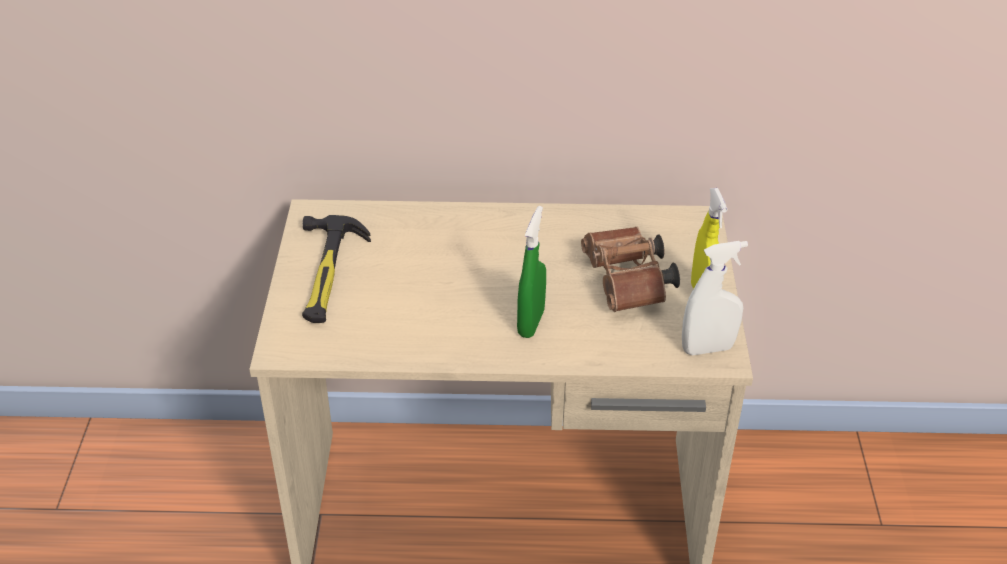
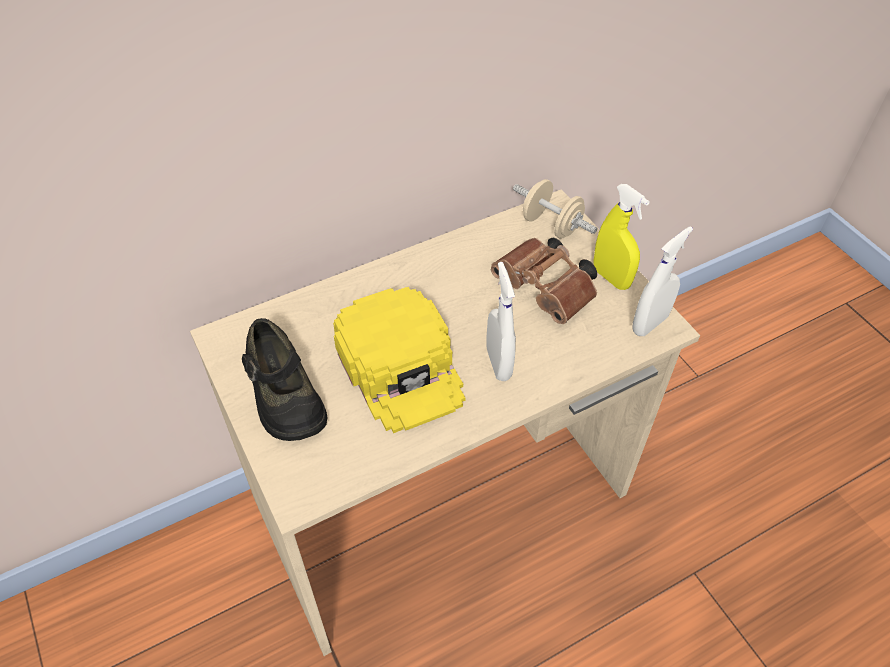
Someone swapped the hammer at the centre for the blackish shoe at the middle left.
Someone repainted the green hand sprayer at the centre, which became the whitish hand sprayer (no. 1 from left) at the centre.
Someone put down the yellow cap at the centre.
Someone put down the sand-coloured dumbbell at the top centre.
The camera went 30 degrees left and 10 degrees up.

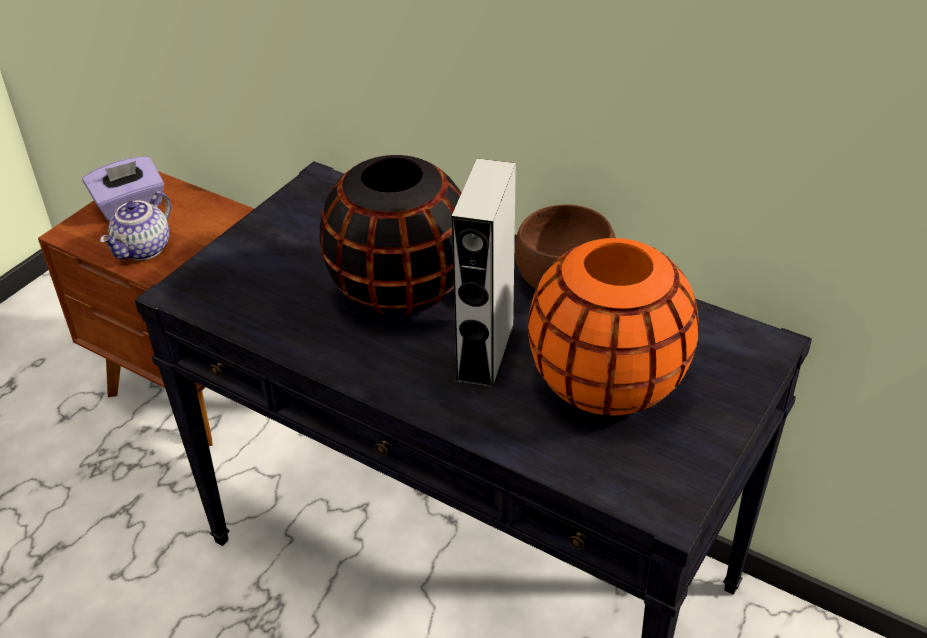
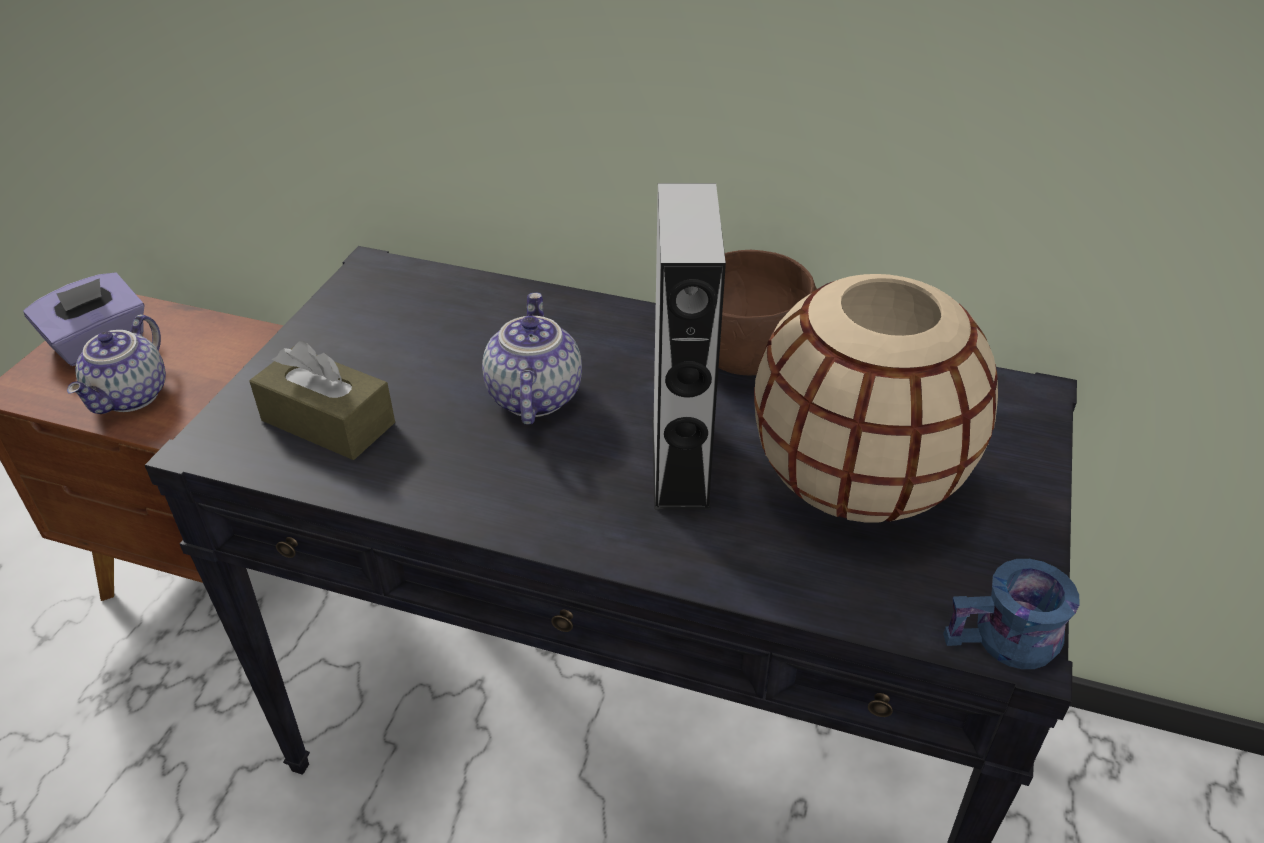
Someone swapped the blackish vase at the centre for the tea pot (no. 2 from left) at the centre.
Someone repainted the orange-coloured vase at the centre, which became the sand-coloured vase at the middle right.
Someone put down the brown-coloured tissue holder at the middle left.
Someone put down the bluish mug at the bottom right.
The camera went 15 degrees left and 0 degrees up.

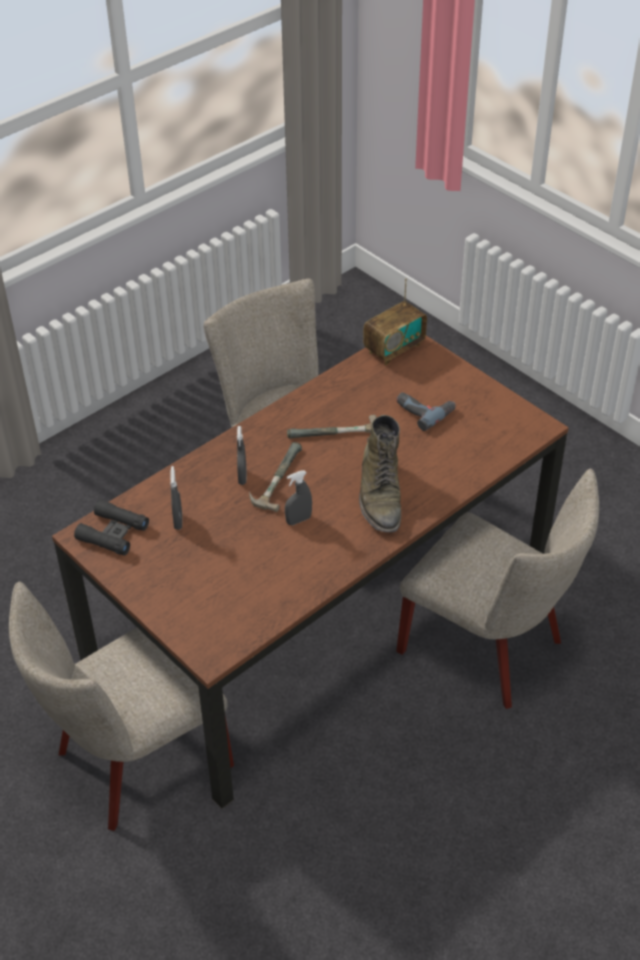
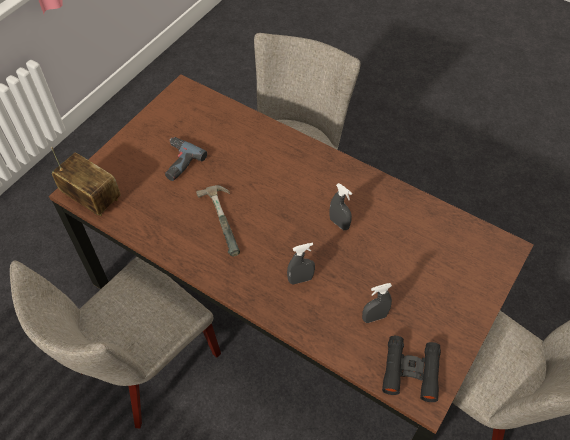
Someone took away the hammer (no. 1 from left) at the centre.
Someone took away the green high-top boot at the centre.
The camera went 105 degrees left and 10 degrees up.

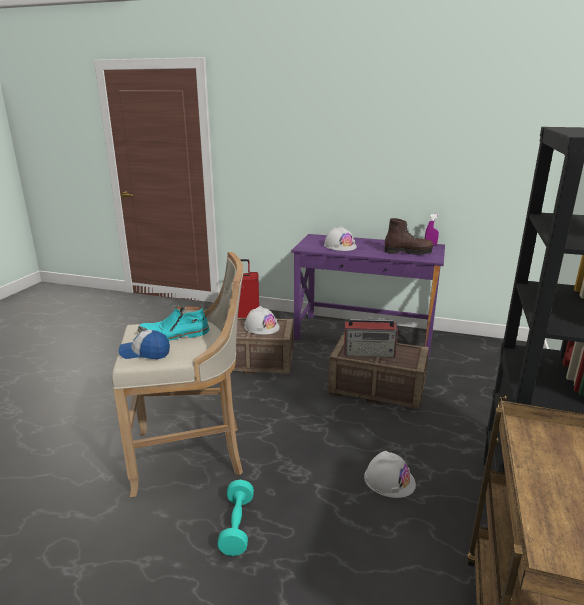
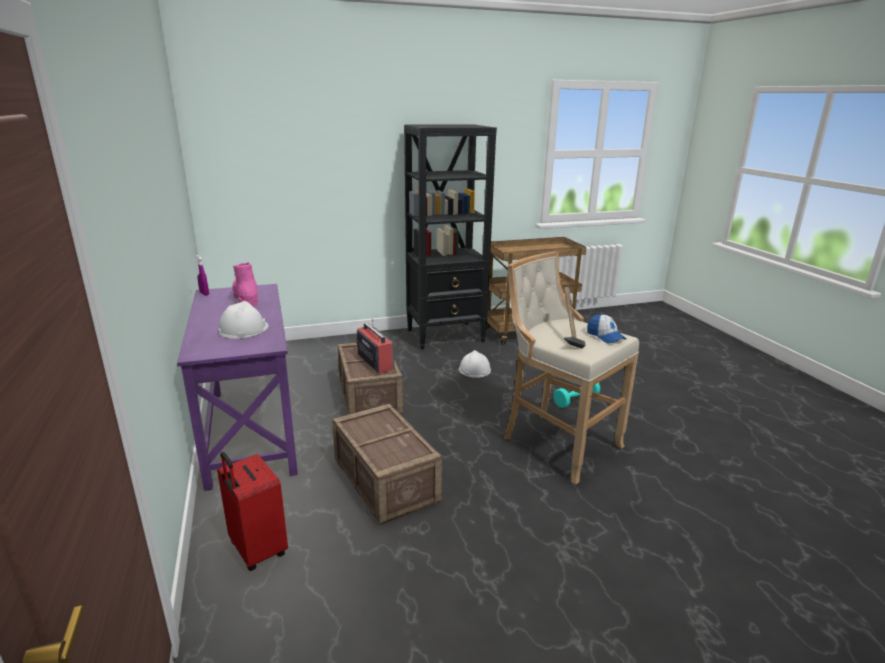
Someone swapped the turquoise-coloured high-top boot at the middle left for the hammer at the centre.
Someone took away the whitish hard hat (no. 1 from left) at the centre.
Someone repainted the brown-coloured high-top boot at the middle right, which became the pinkish high-top boot at the middle left.
The camera went 125 degrees left and 0 degrees up.

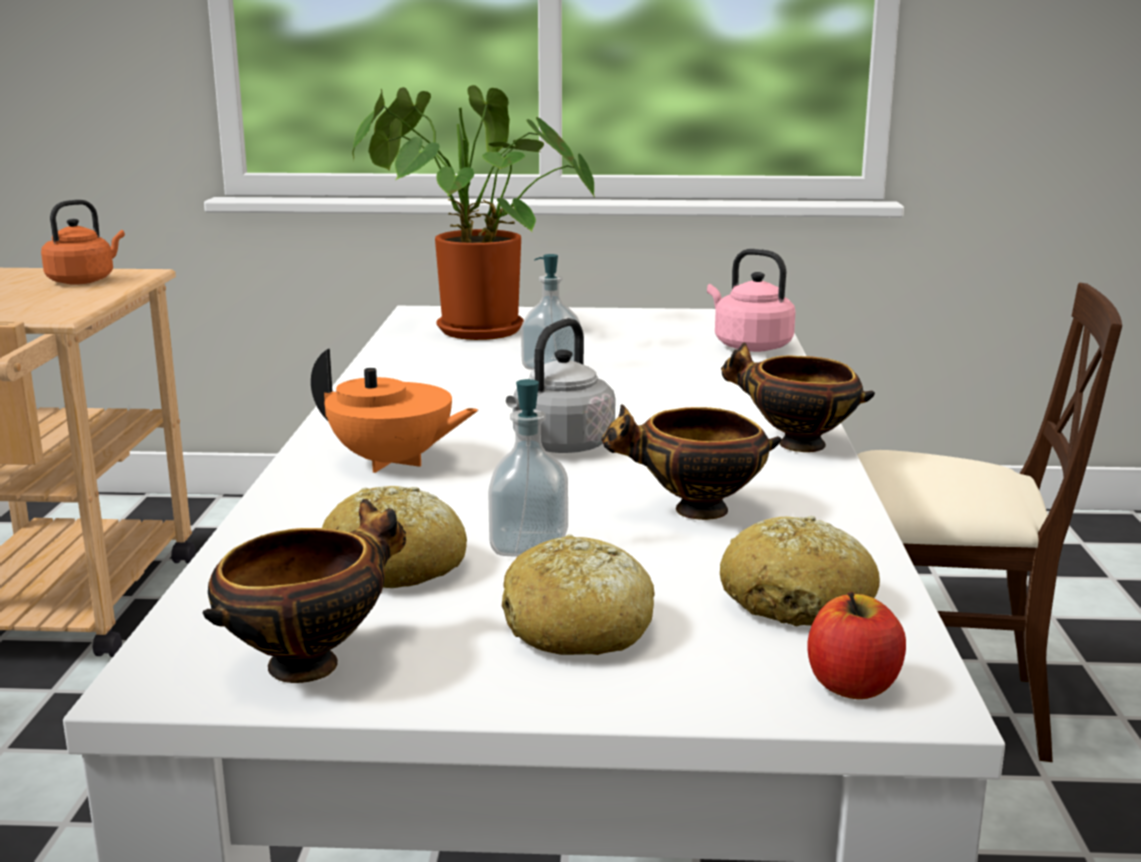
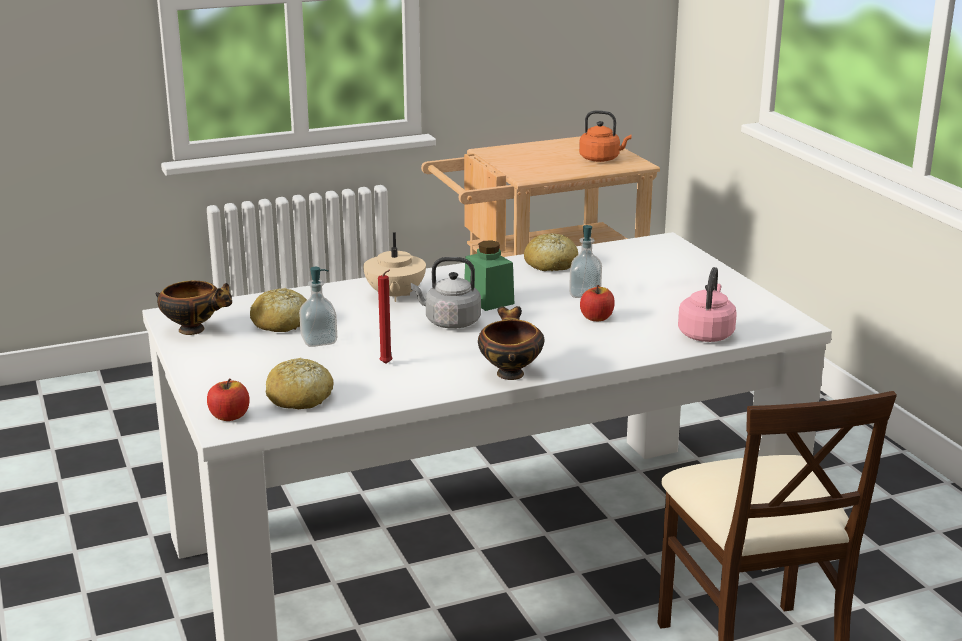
Someone repainted the orange-coloured tea pot at the centre, which became the sand-coloured tea pot at the centre.
Someone took away the plant in a pot at the top centre.
Someone carried the baked bread (no. 2 from left in the first image) from the bottom centre to the centre.
Someone swapped the deep dish (no. 2 from left) at the centre for the red-coloured wax candle at the centre.
Someone put down the green jar at the centre.
Someone put down the apple (no. 2 from left) at the centre.
The camera went 65 degrees right and 5 degrees up.

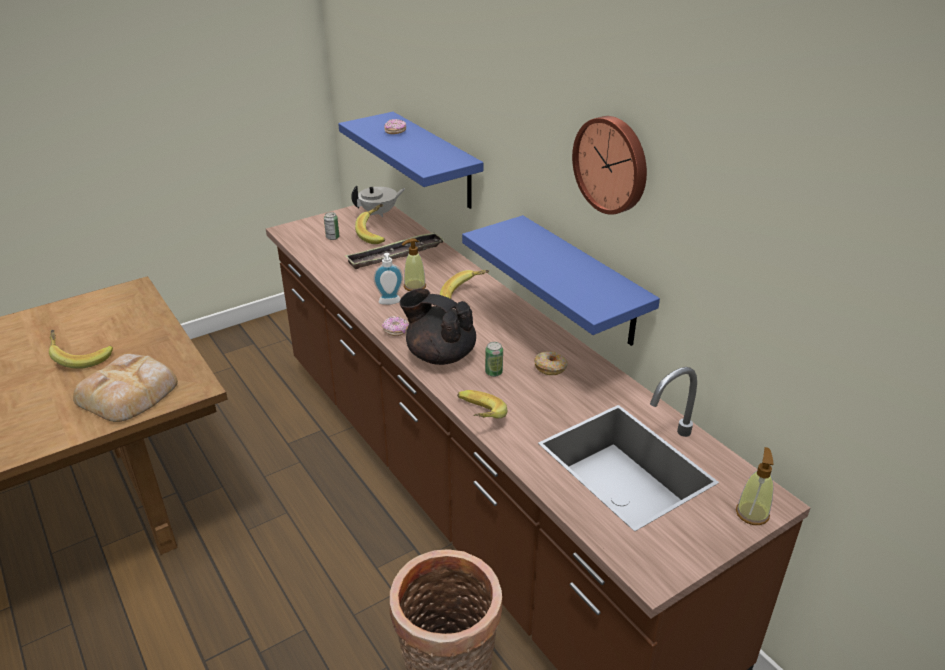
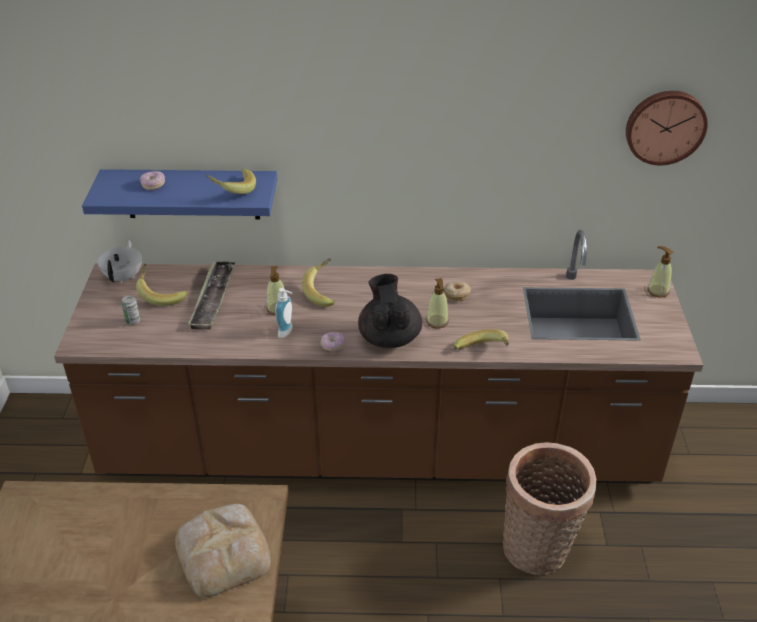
Someone carried the whole banana (no. 1 from left in the first image) from the middle left to the top left.
Someone rotated the blackish tea pot at the centre by 105 degrees clockwise.
Someone took away the bluish shelf (no. 2 from left) at the centre.
Someone swapped the can (no. 2 from left) at the centre for the soap bottle (no. 3 from left) at the centre.
Someone carried the hanging clock from the top centre to the top right.
The camera went 55 degrees left and 5 degrees up.

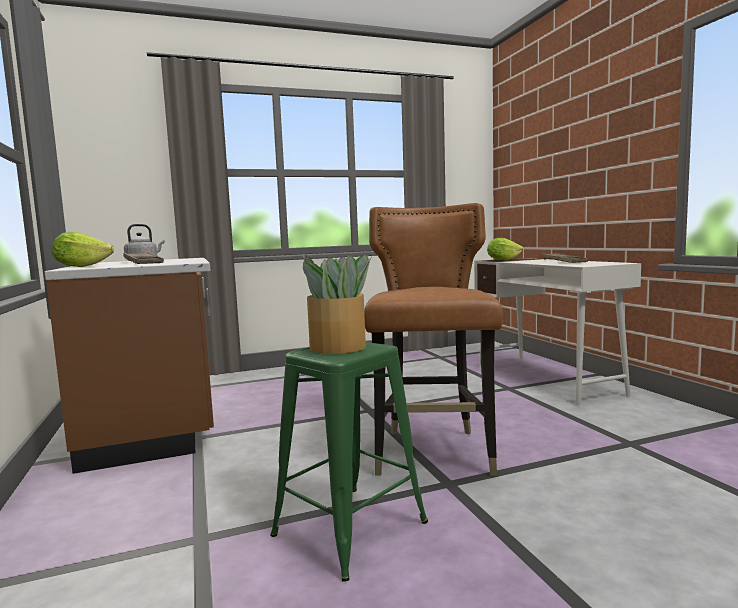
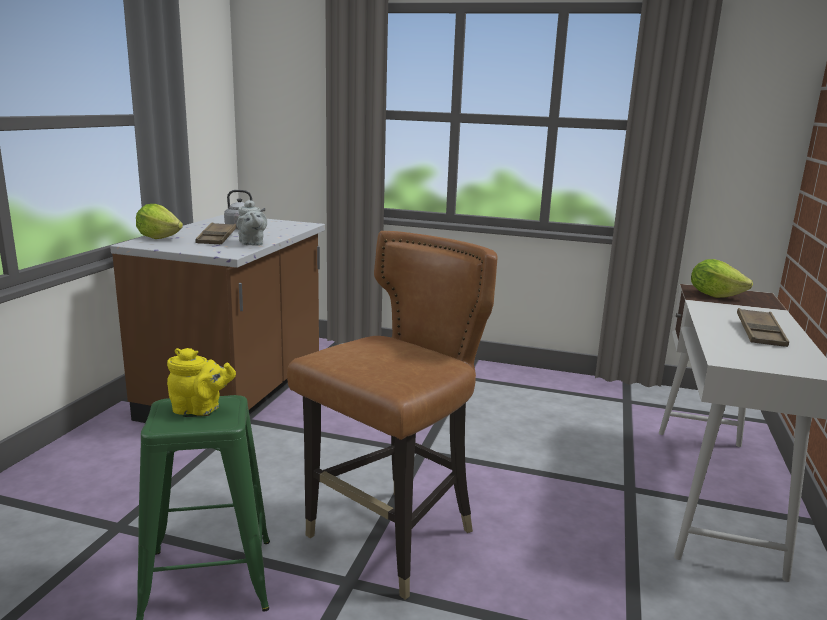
Someone swapped the plant in a pot at the centre for the yellow tea pot at the middle left.
Someone put down the greyish tea pot at the middle left.
The camera went 35 degrees right and 10 degrees up.

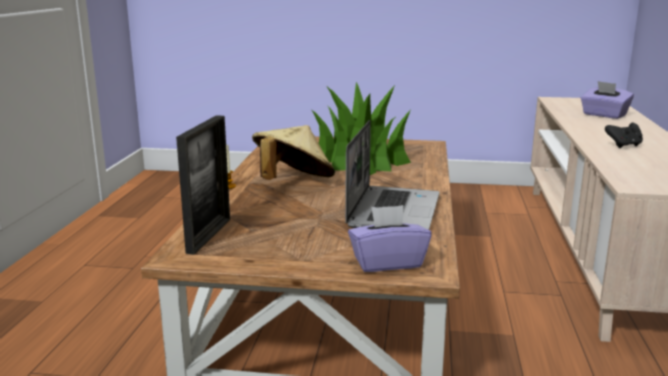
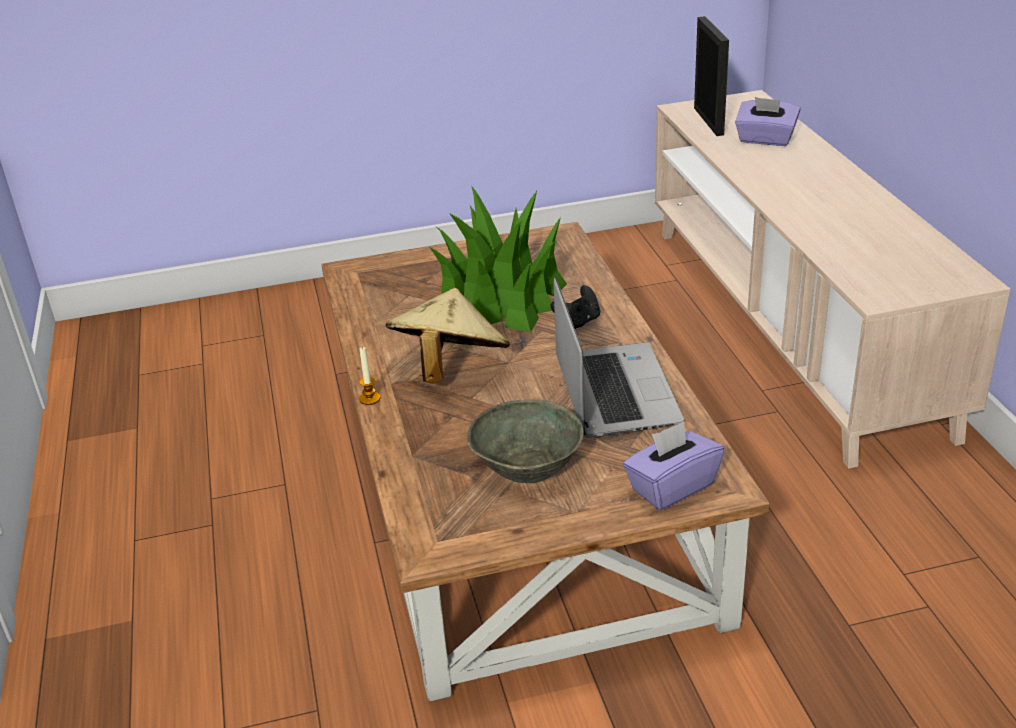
Someone carried the photo frame from the middle left to the top right.
Someone carried the blackish gamepad from the middle right to the centre.
Someone put down the greyish deep dish at the centre.
The camera went 20 degrees left and 15 degrees up.

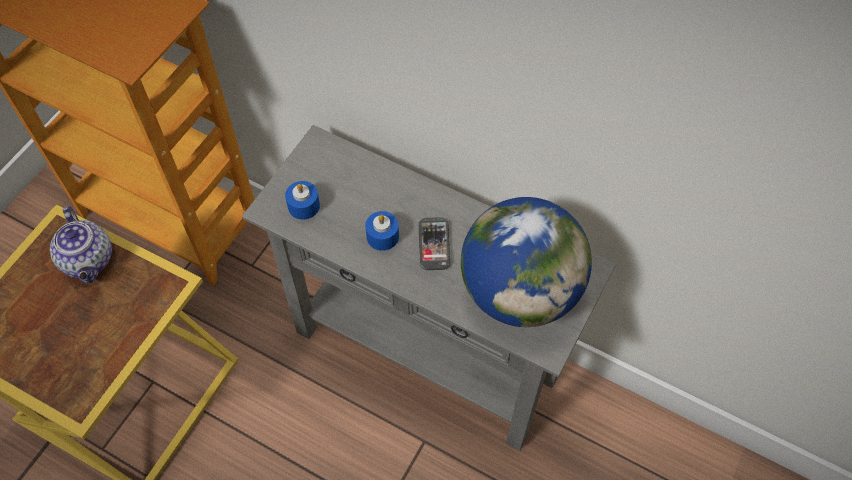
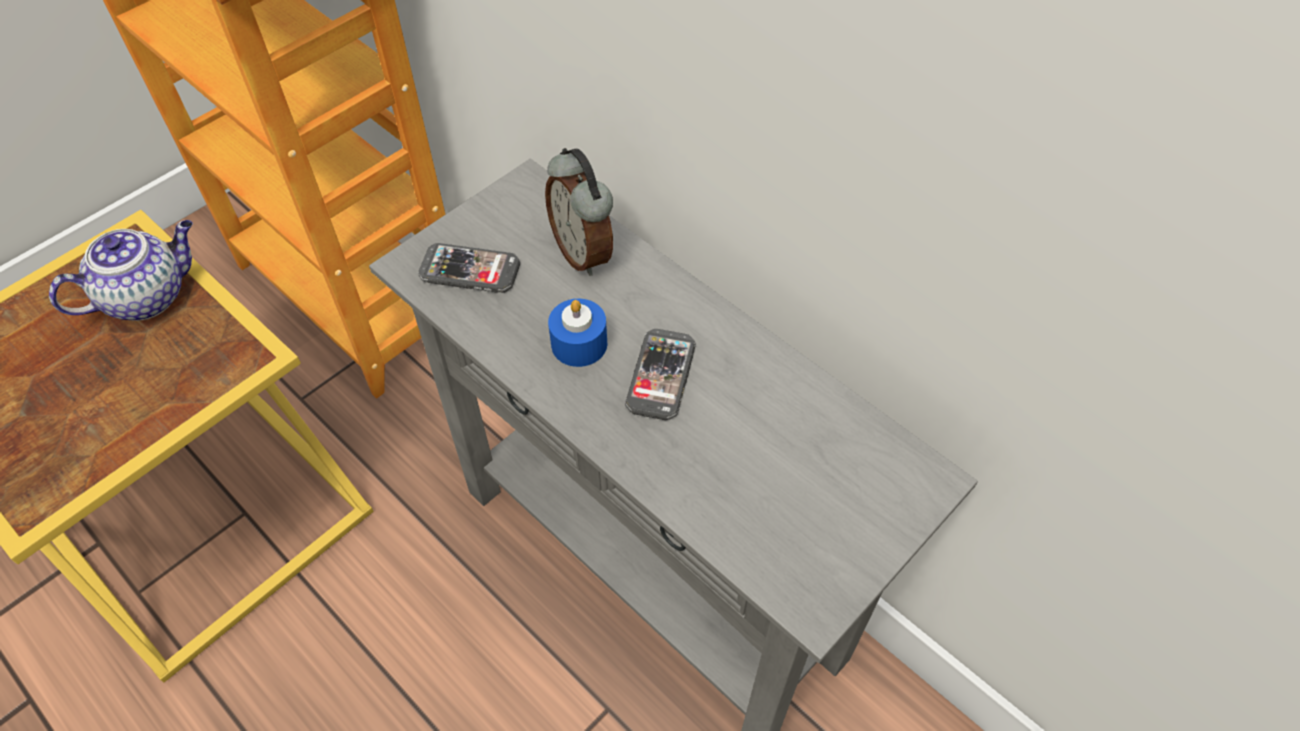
Someone rotated the tea pot at the middle left by 120 degrees counterclockwise.
Someone swapped the bluish wax candle (no. 1 from left) at the centre for the handset (no. 1 from left) at the centre.
Someone took away the desk globe at the centre.
Someone put down the alarm clock at the top centre.
The camera went 15 degrees right and 5 degrees down.

